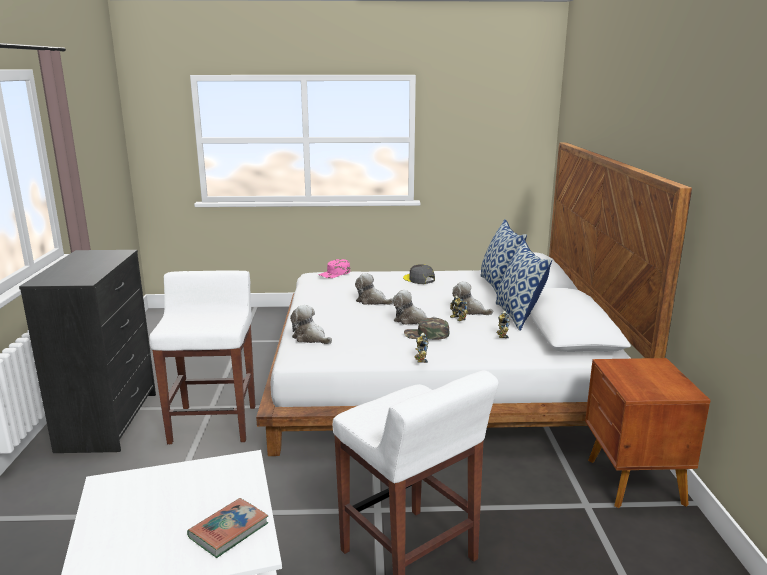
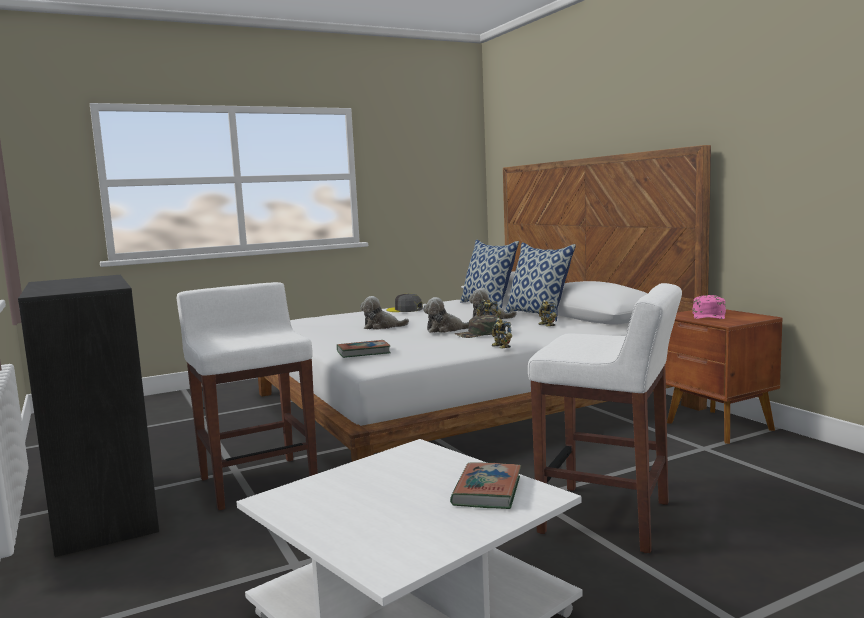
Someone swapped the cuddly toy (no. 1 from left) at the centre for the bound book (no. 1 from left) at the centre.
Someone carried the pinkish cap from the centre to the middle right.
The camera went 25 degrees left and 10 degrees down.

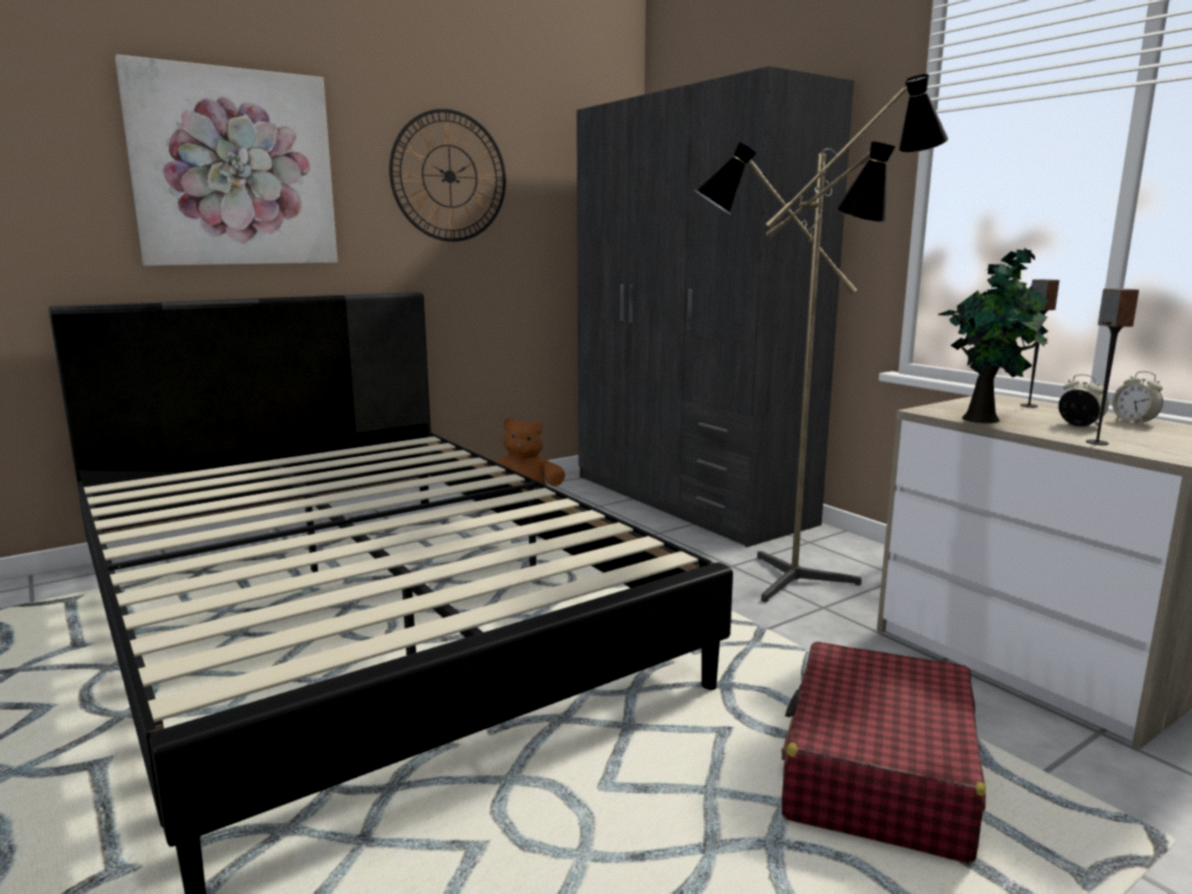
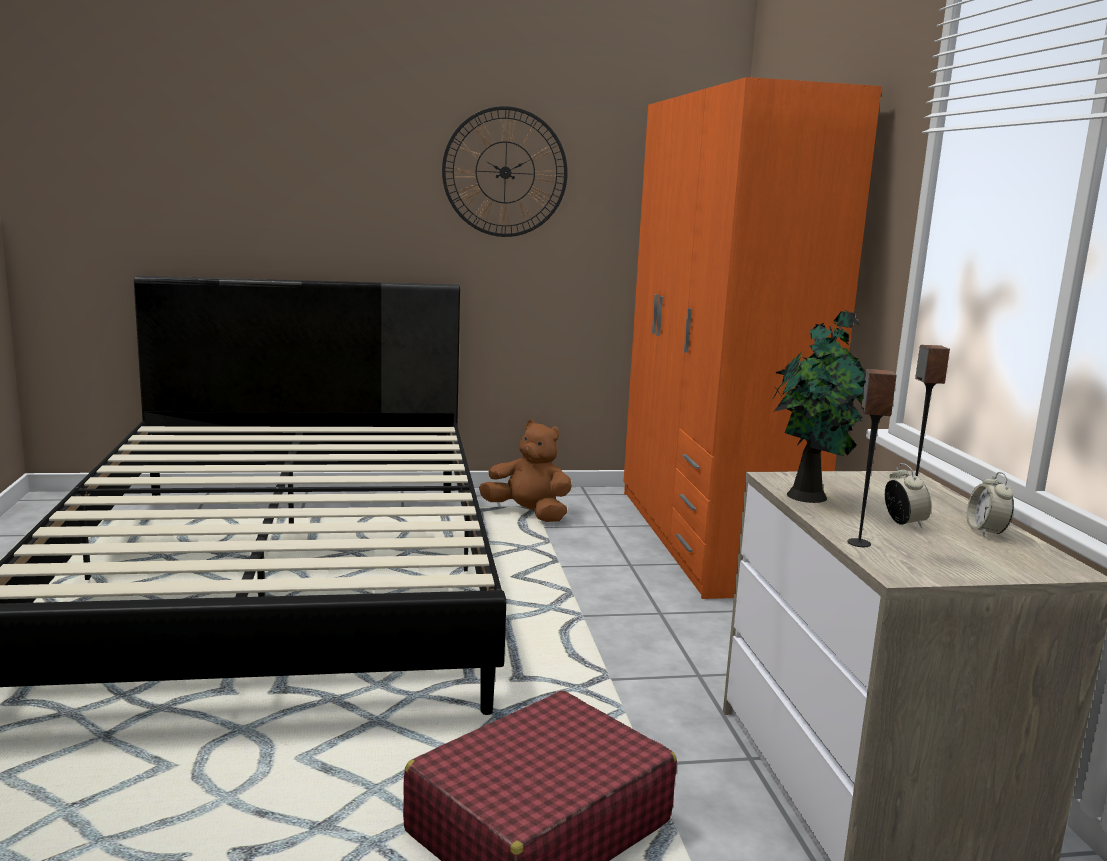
Someone took away the wall picture at the top left.
Someone repainted the greyish clothes cupboard at the centre, which became the orange-coloured clothes cupboard at the middle right.
Someone took away the standard lamp at the middle right.
The camera went 25 degrees right and 0 degrees up.

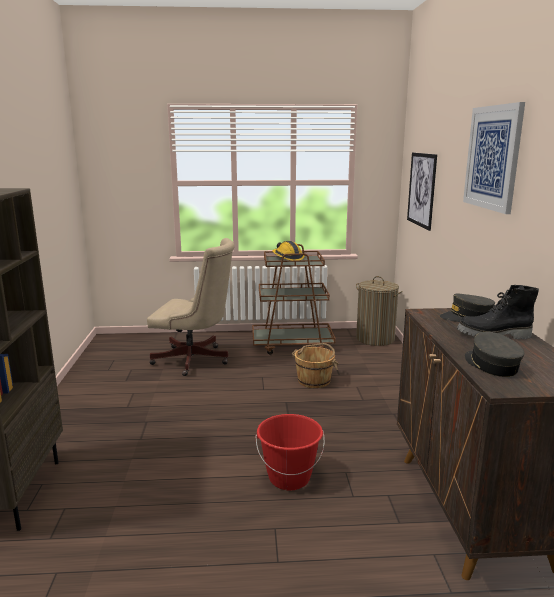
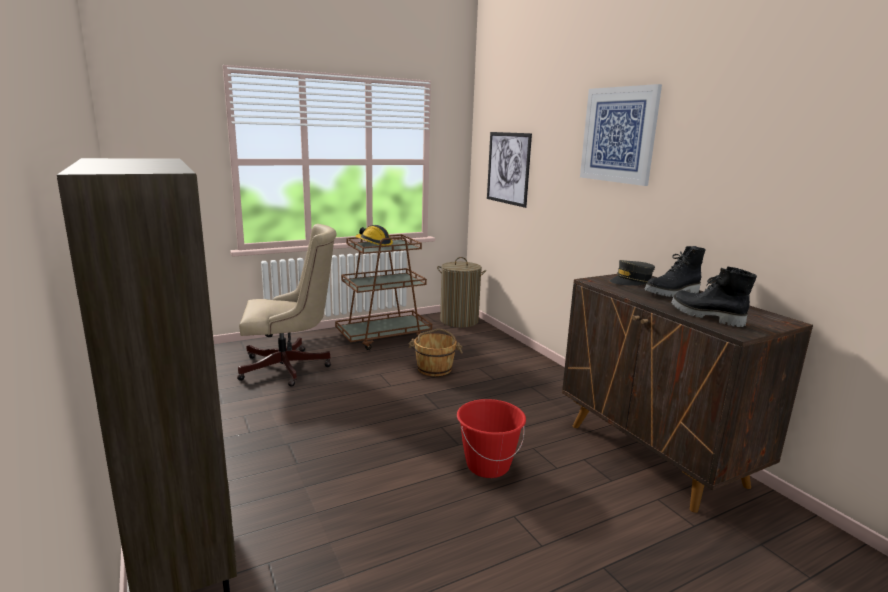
Someone swapped the greyish cap (no. 2 from left) at the middle right for the blackish high-top boot (no. 2 from left) at the middle right.
The camera went 25 degrees left and 0 degrees up.

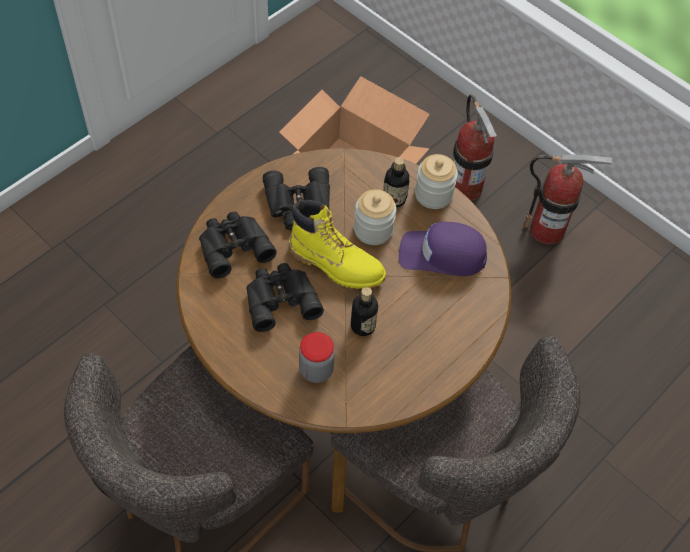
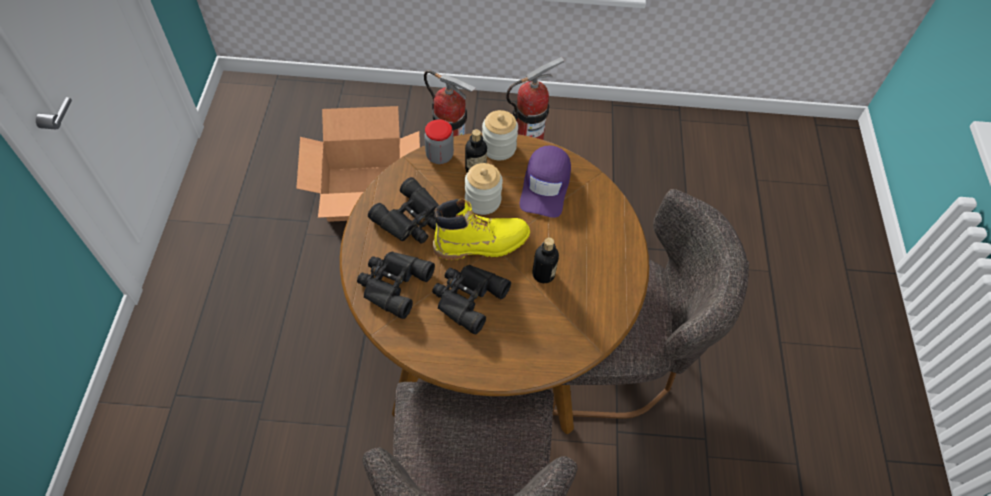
Someone carried the jar (no. 1 from left) from the centre to the top centre.
Someone rotated the purple cap at the centre by 45 degrees counterclockwise.
The camera went 40 degrees left and 0 degrees up.

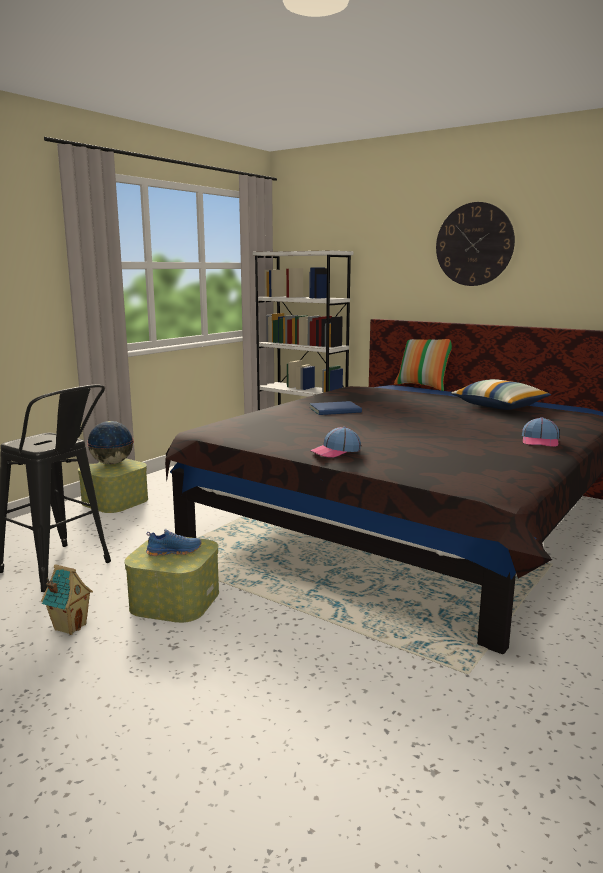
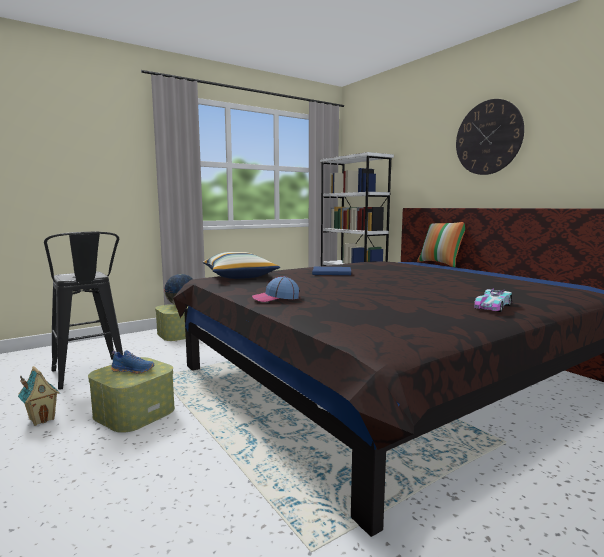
Someone carried the cushion (no. 2 from left in the first image) from the middle right to the centre.
Someone swapped the cap (no. 2 from left) at the middle right for the toy car at the middle right.
The camera went 20 degrees right and 5 degrees down.

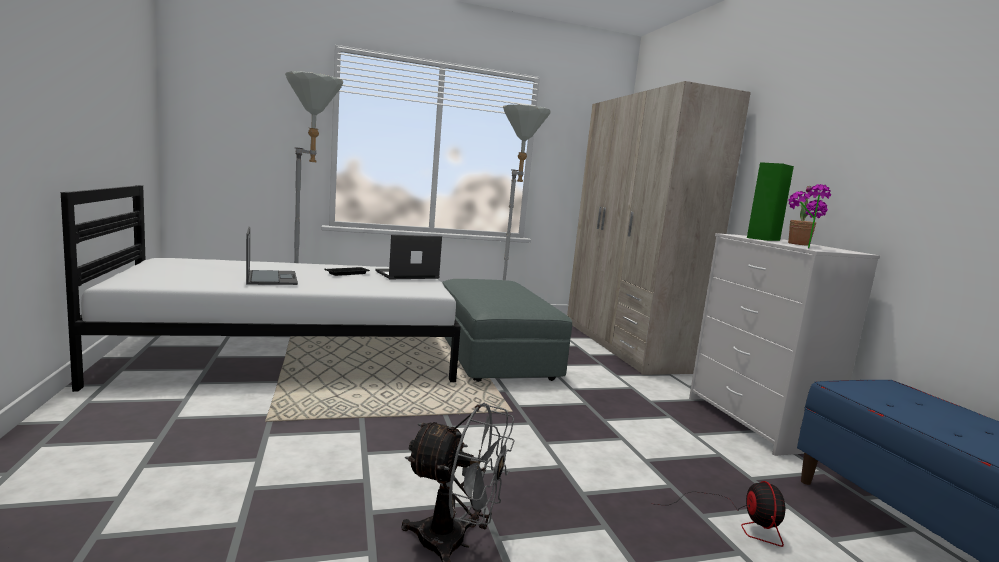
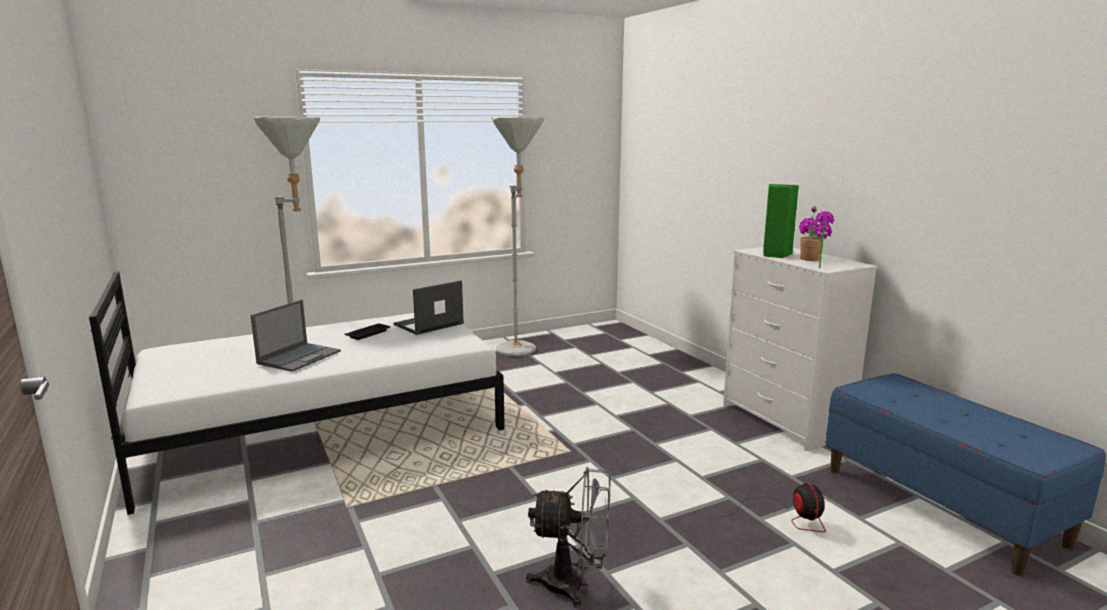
Someone rotated the laptop (no. 1 from left) at the middle left by 60 degrees clockwise.
Someone took away the greyish footrest at the centre.
Someone took away the sand-coloured clothes cupboard at the centre.
The camera went 10 degrees left and 5 degrees up.

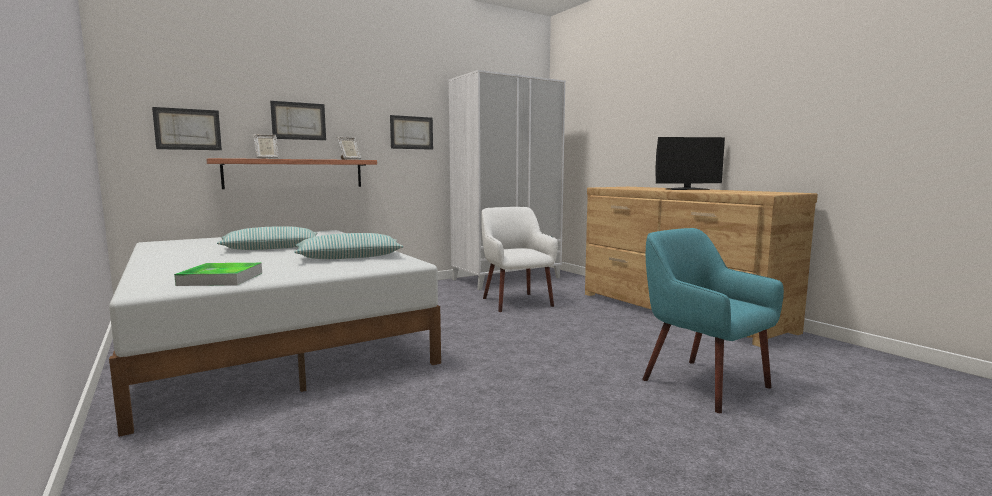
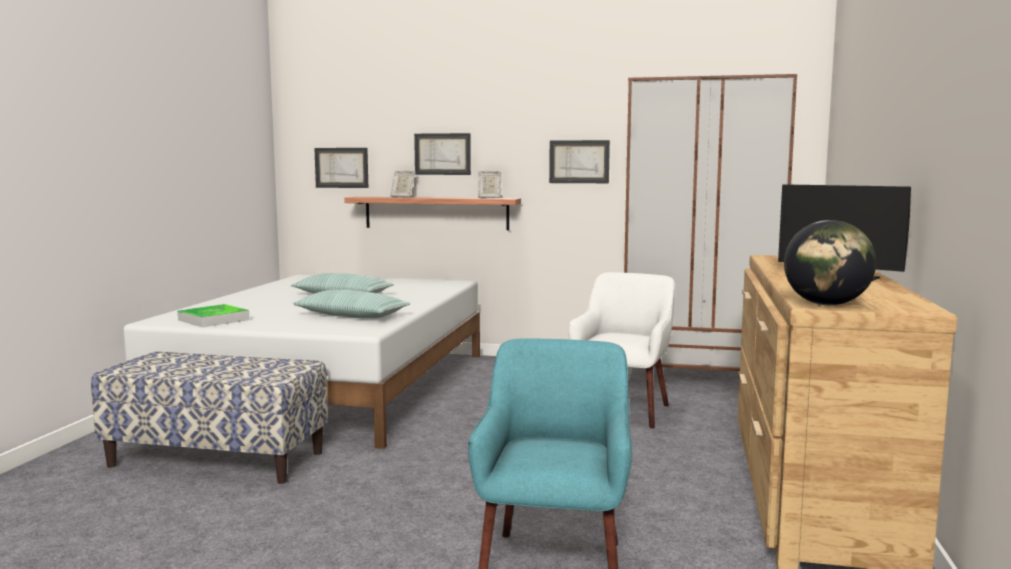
Someone repainted the whitish clothes cupboard at the centre, which became the brown-coloured clothes cupboard at the middle right.
Someone put down the long seat at the bottom left.
Someone put down the desk globe at the middle right.
The camera went 45 degrees right and 0 degrees up.

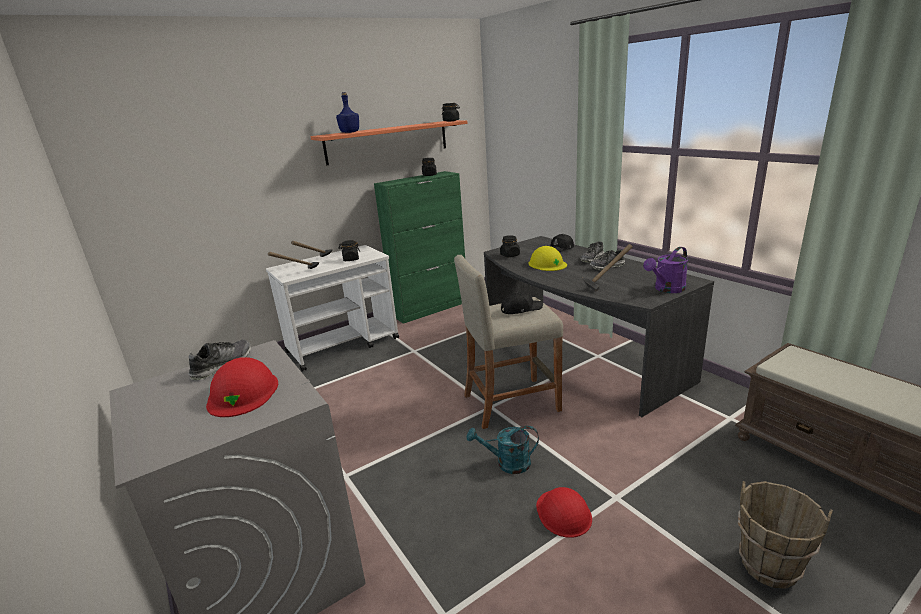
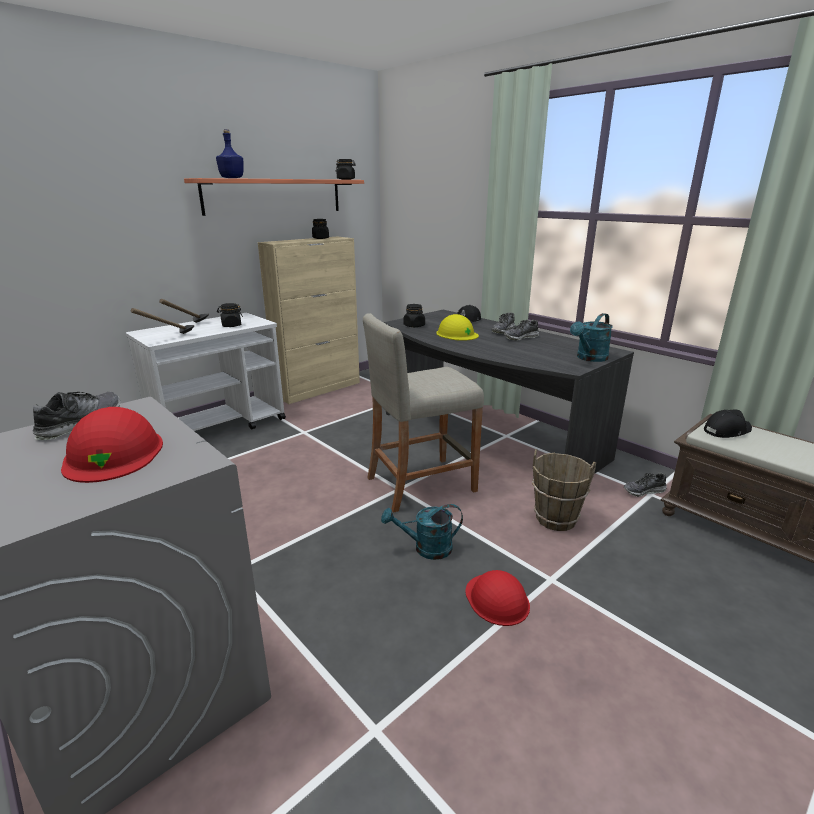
Someone repainted the green cabinet at the centre, which became the sand-coloured cabinet at the centre.
Someone carried the blackish cap (no. 1 from left in the first image) from the centre to the middle right.
Someone took away the hammer (no. 3 from left) at the centre.
Someone repainted the purple sprinkling can at the middle right, which became the turquoise-coloured sprinkling can (no. 2 from left) at the middle right.
Someone carried the brown-coloured pail from the bottom right to the middle right.
Someone put down the shoe (no. 4 from left) at the middle right.
The camera went 10 degrees left and 0 degrees up.

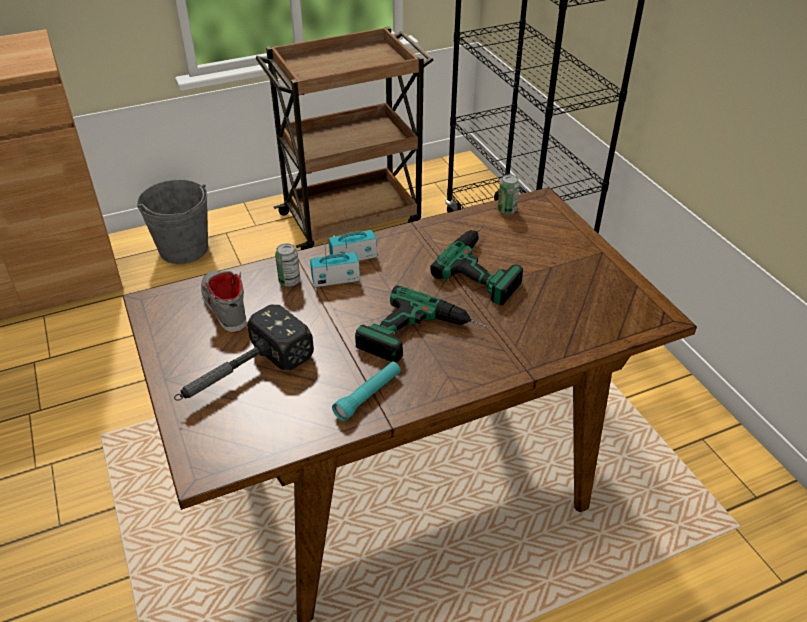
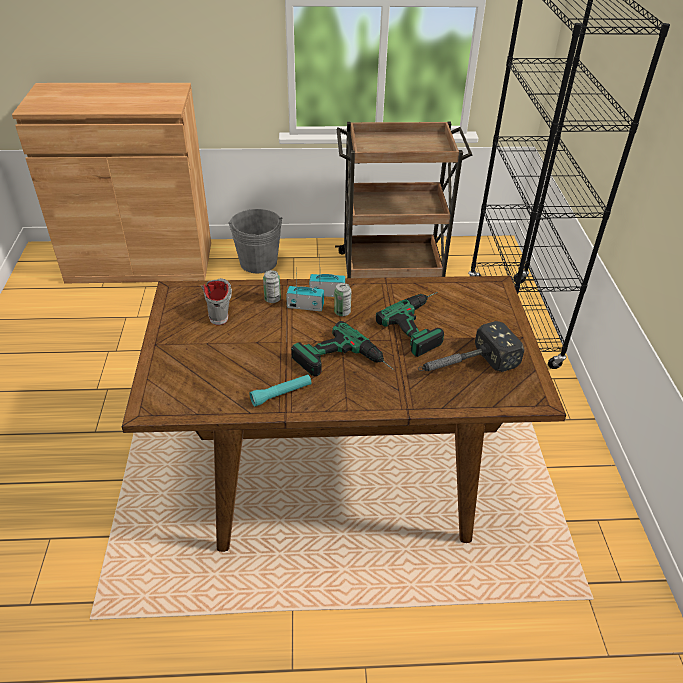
Someone carried the hammer from the middle left to the middle right.
Someone carried the can (no. 2 from left) from the top centre to the centre.
The camera went 20 degrees right and 0 degrees up.

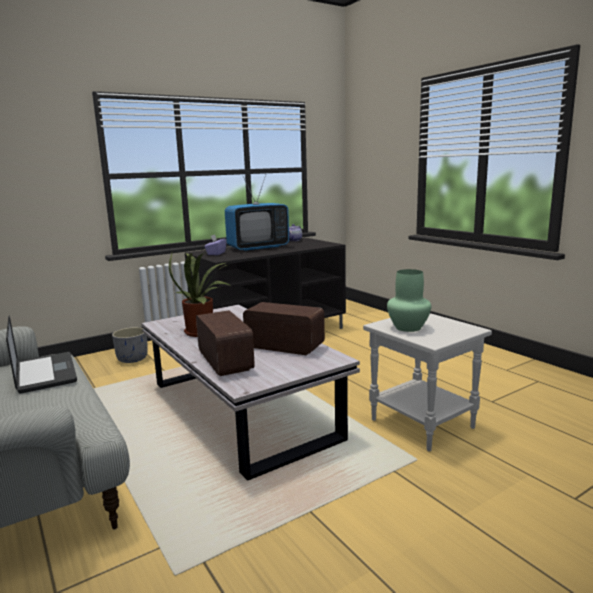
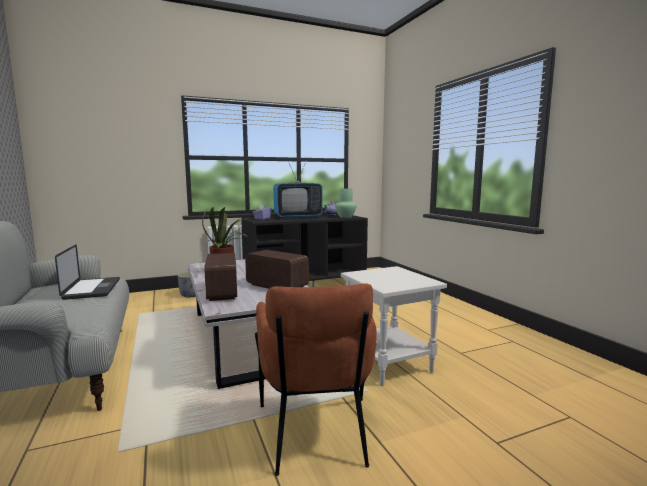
Someone carried the green vase from the middle right to the centre.
Someone put down the brown-coloured armchair at the bottom centre.
The camera went 10 degrees right and 5 degrees down.

